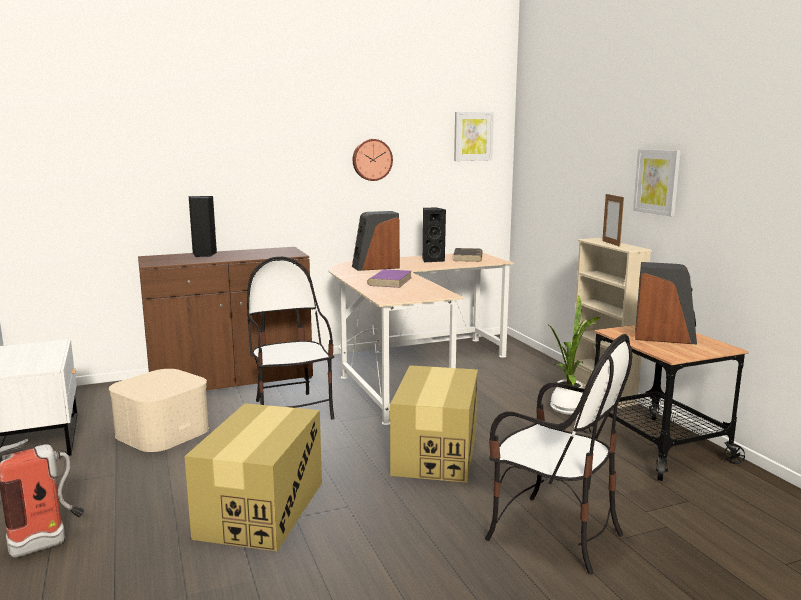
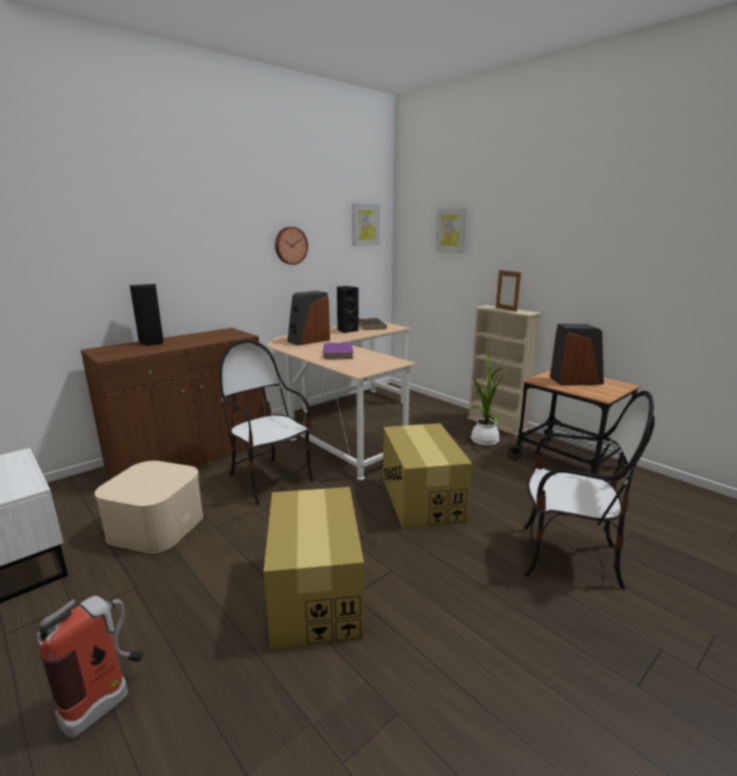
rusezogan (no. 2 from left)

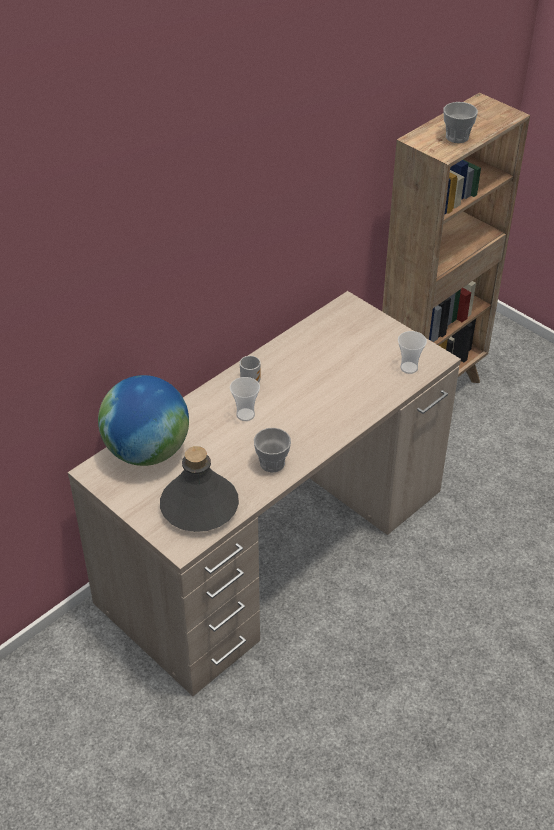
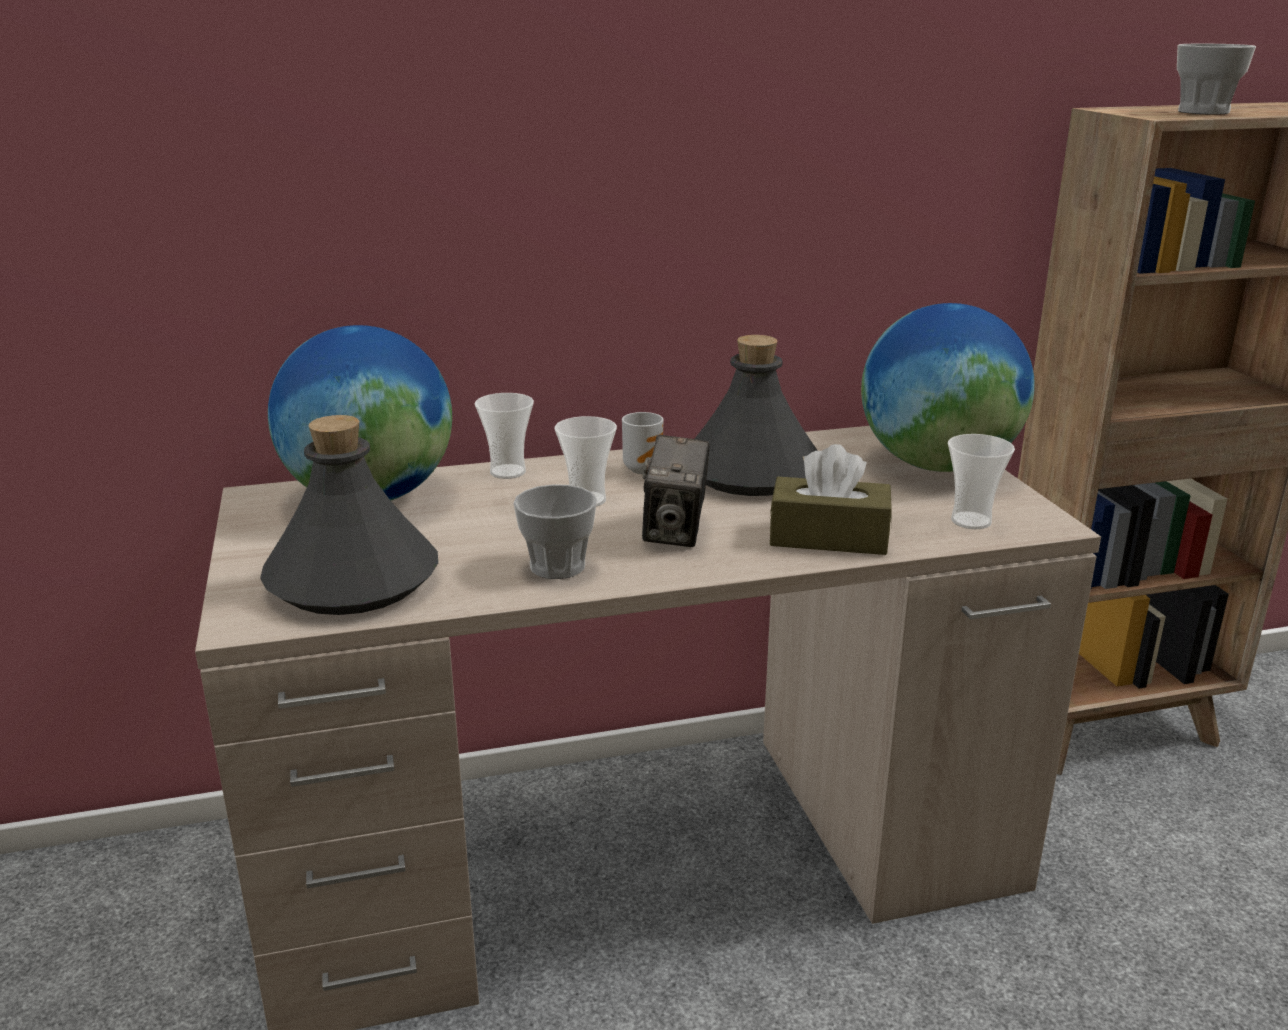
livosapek (no. 1 from left); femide; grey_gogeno (no. 2 from left); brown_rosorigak; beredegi (no. 2 from left)

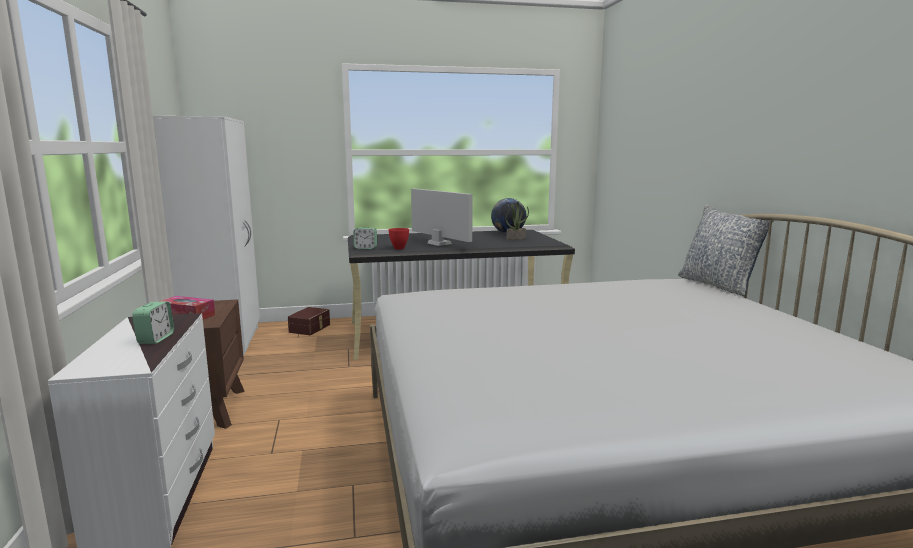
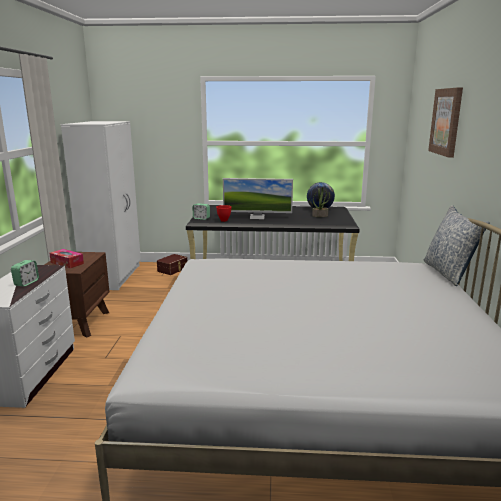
rusezogan; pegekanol

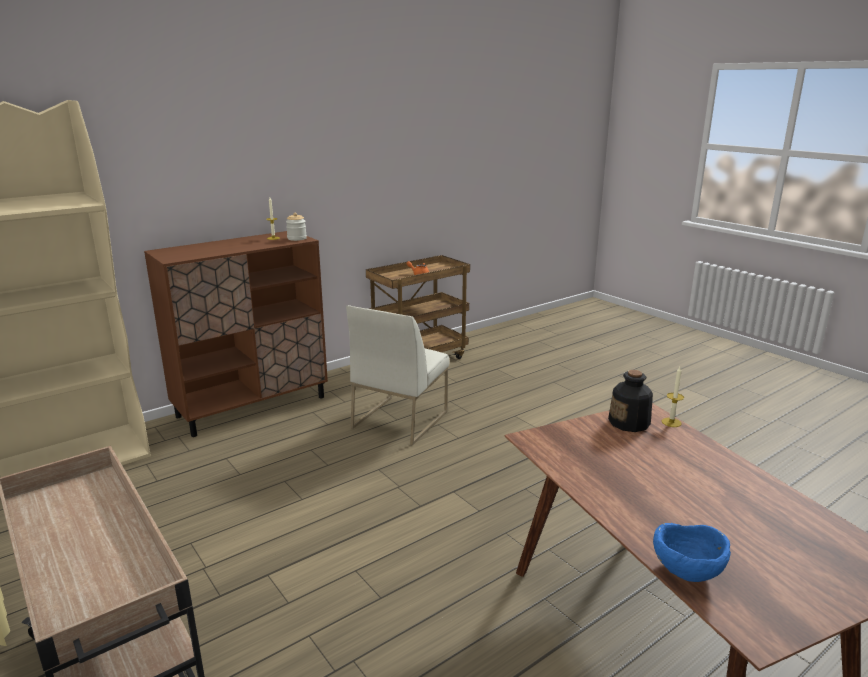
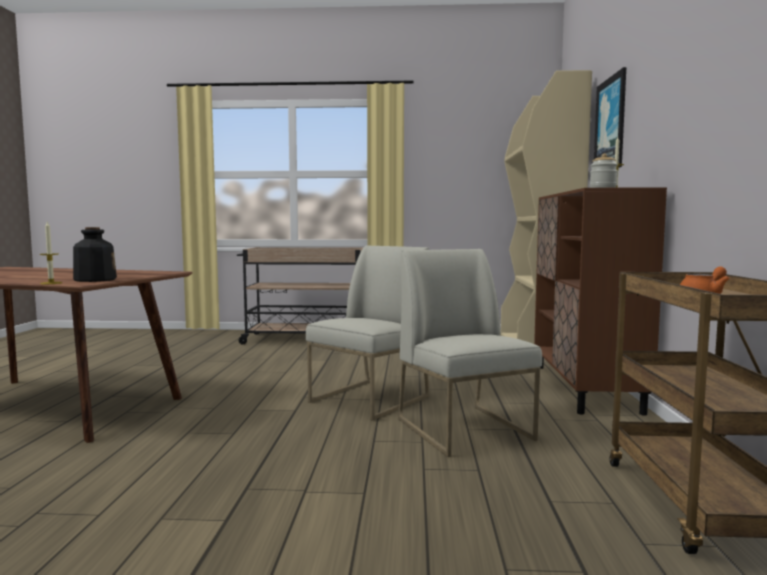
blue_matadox; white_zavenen (no. 1 from left); rusezogan

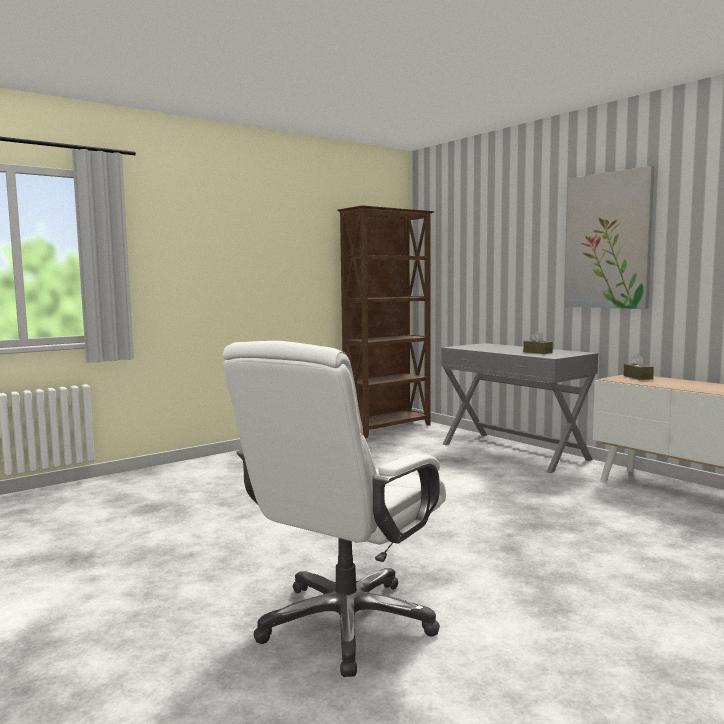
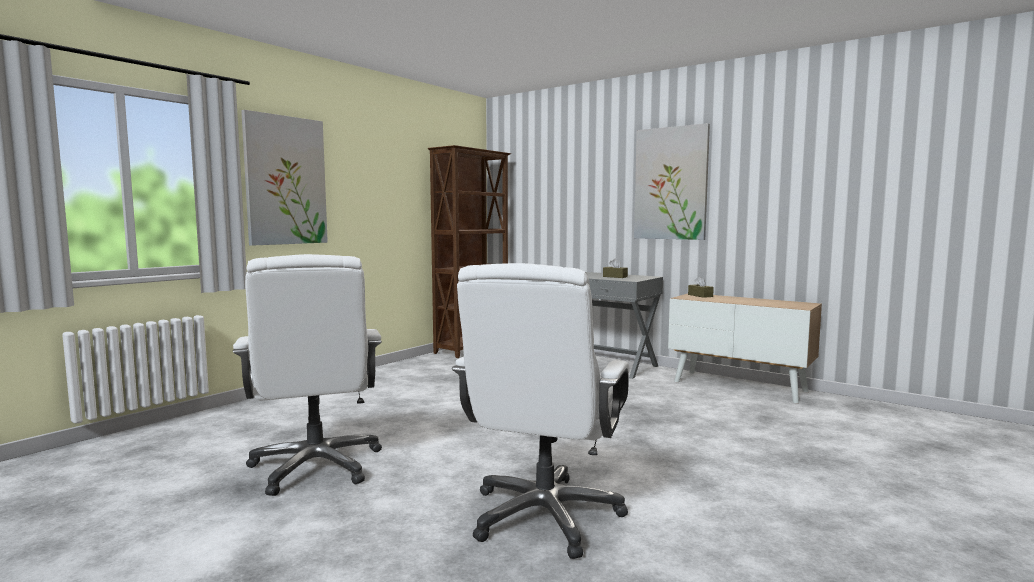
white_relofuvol (no. 1 from left); rusezogan (no. 1 from left)

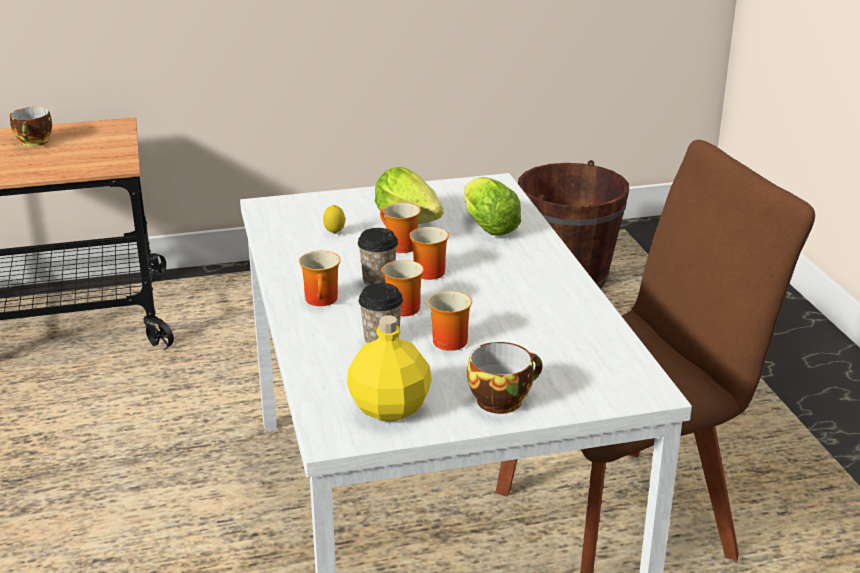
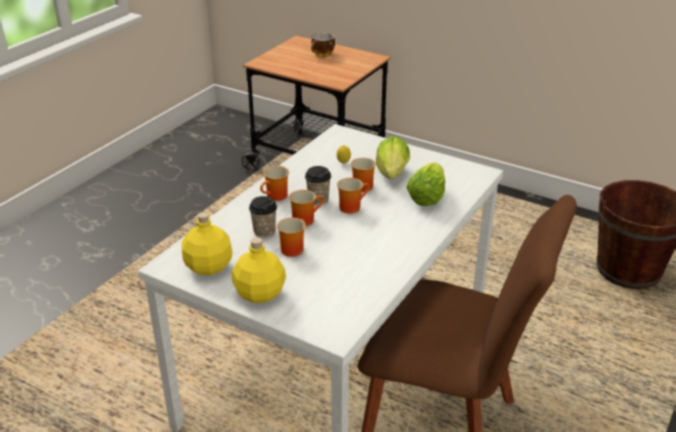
yellow_gogeno (no. 2 from left)

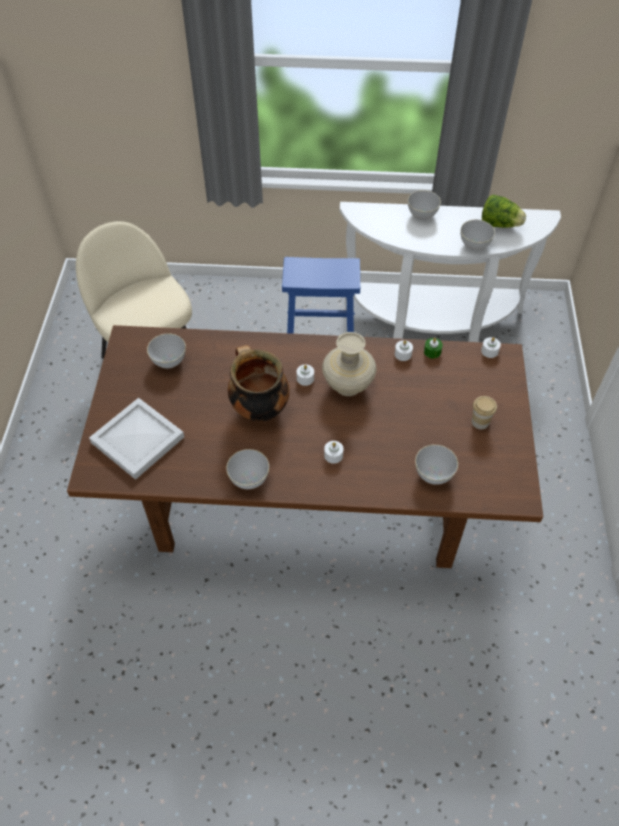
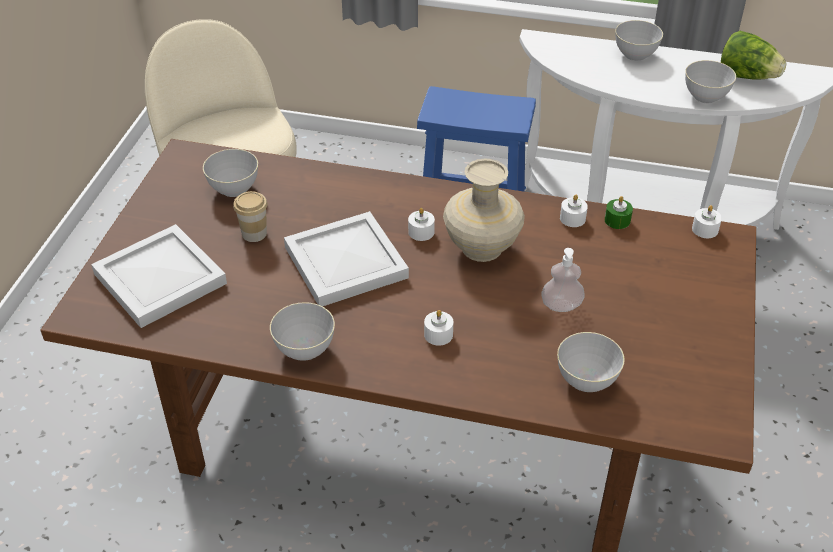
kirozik; livosapek; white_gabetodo (no. 2 from left)

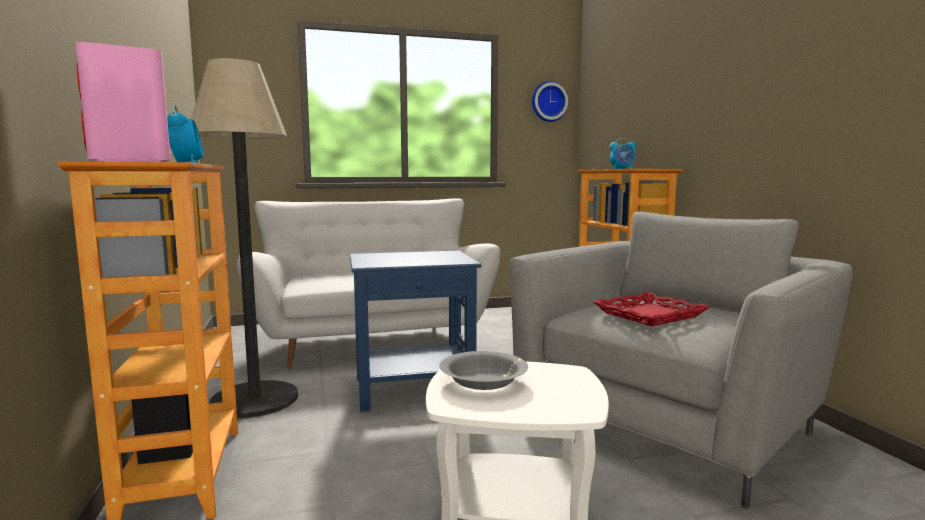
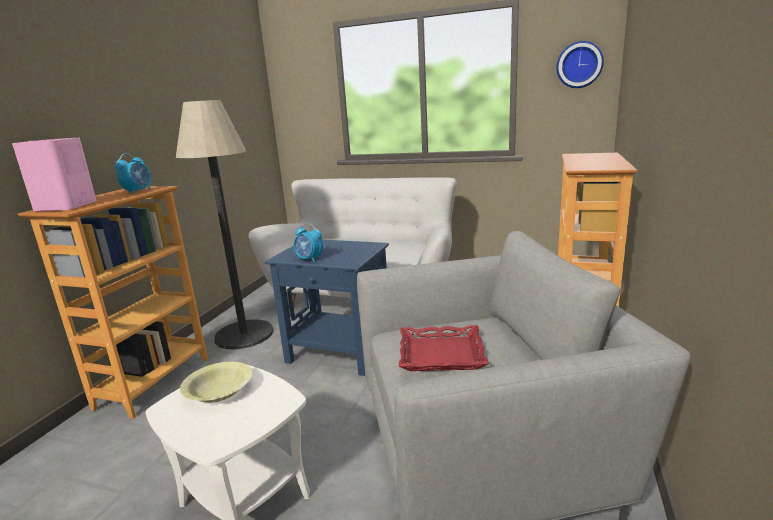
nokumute (no. 2 from left); yellow_matadox

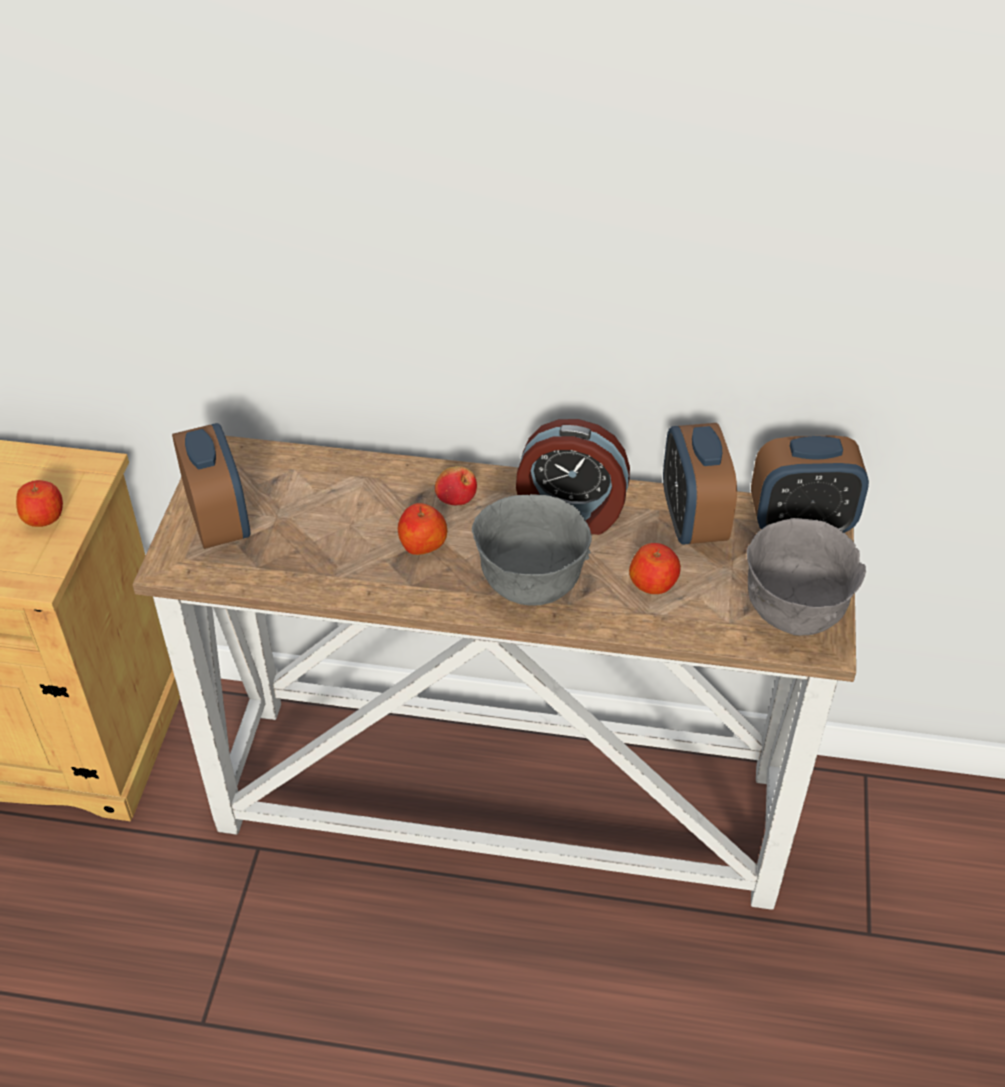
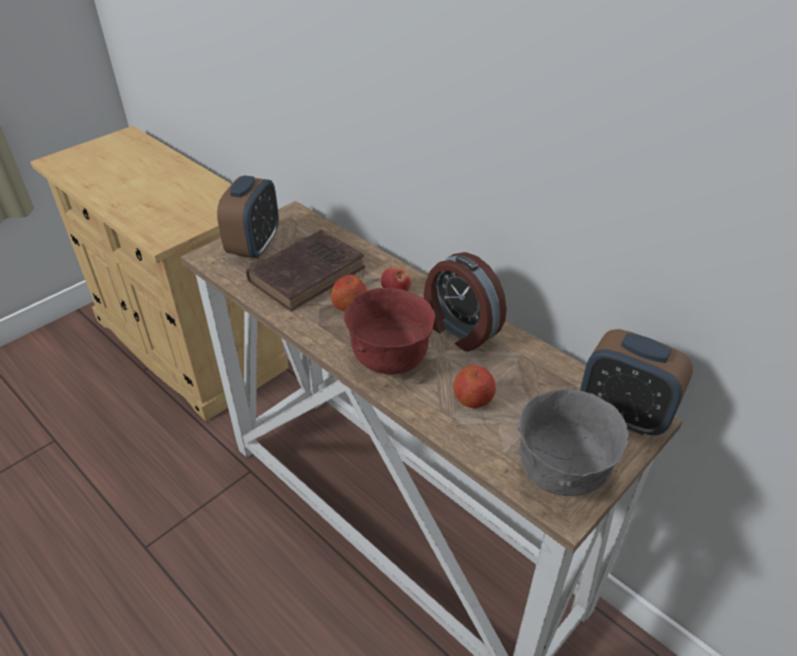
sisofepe (no. 1 from left in the first image); nokumute (no. 3 from left in the first image); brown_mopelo; red_matadox

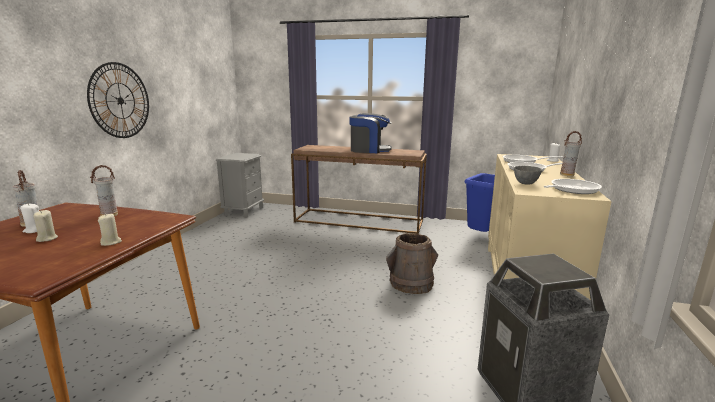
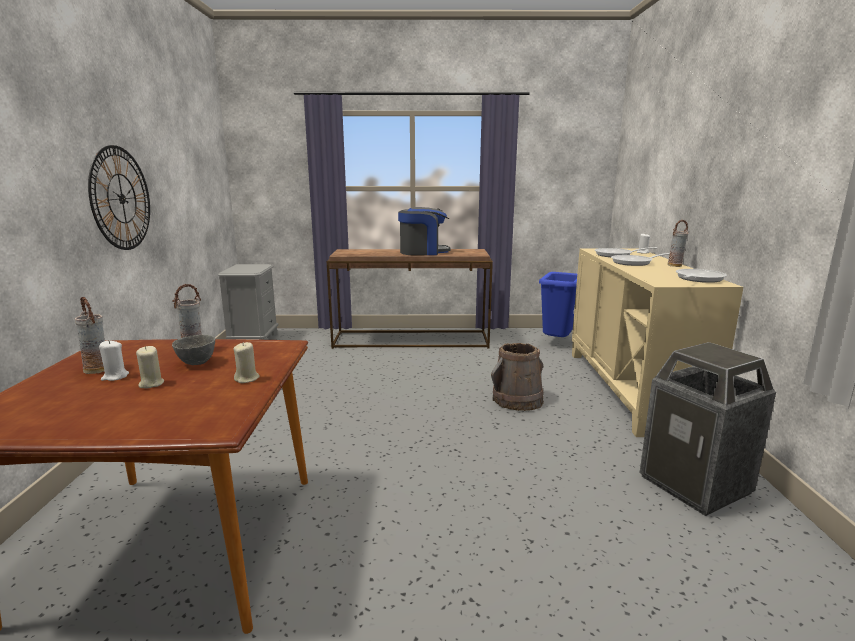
grey_matadox

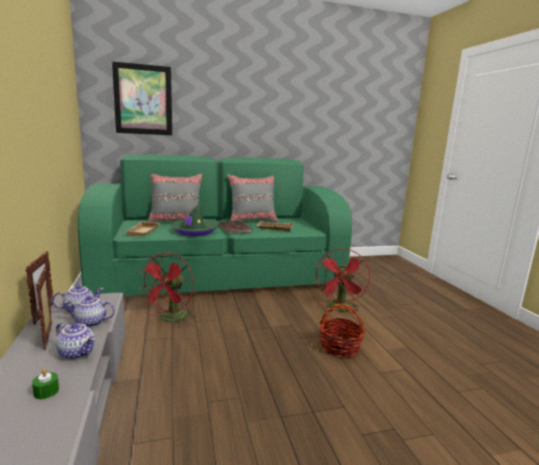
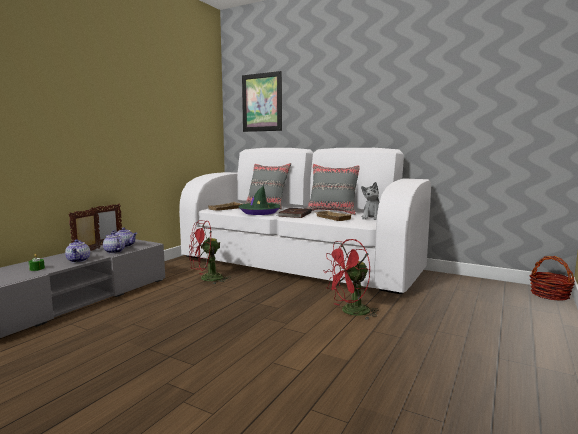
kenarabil; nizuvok; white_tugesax

